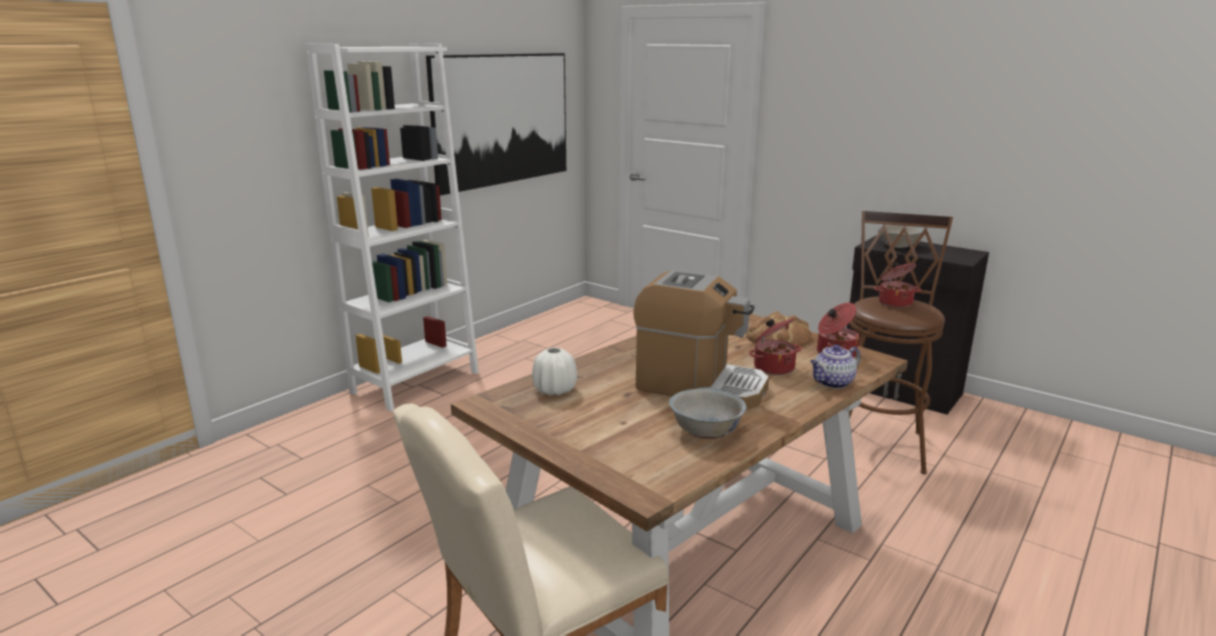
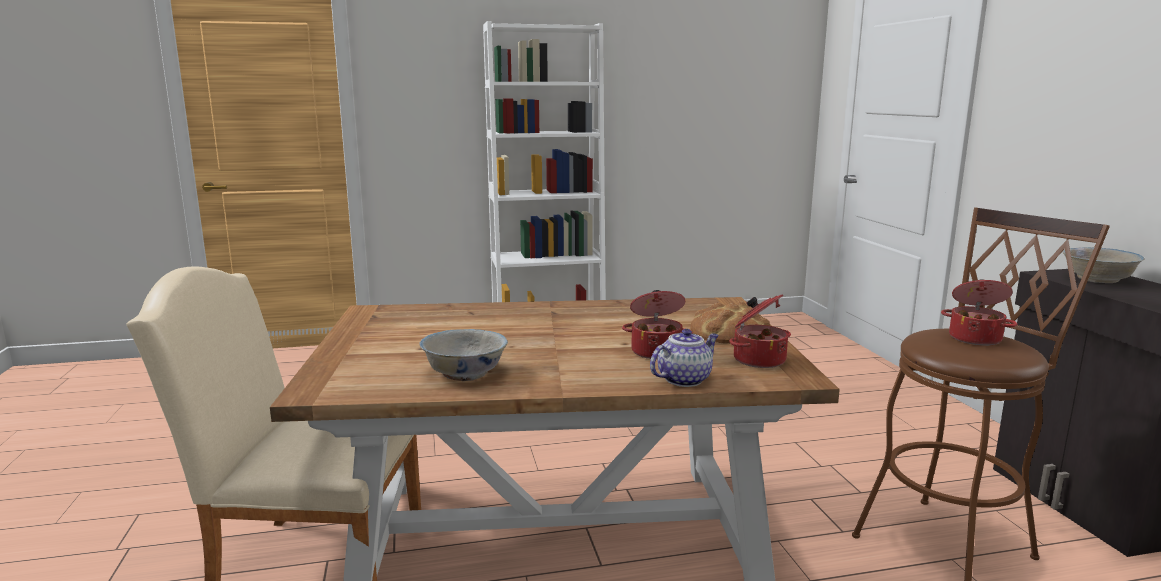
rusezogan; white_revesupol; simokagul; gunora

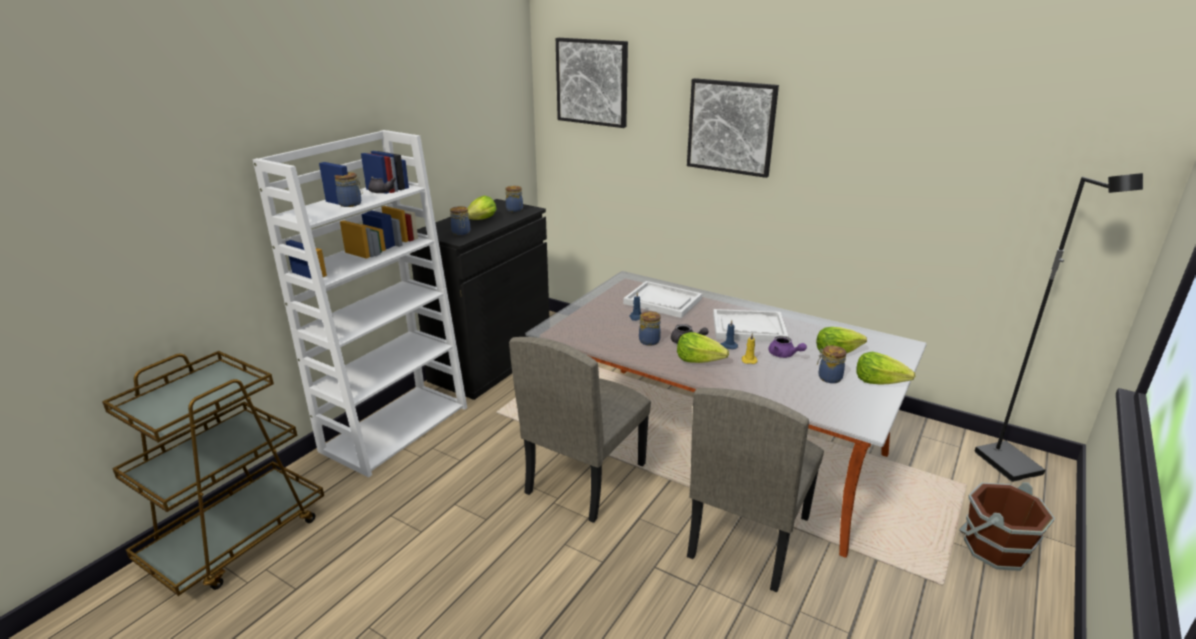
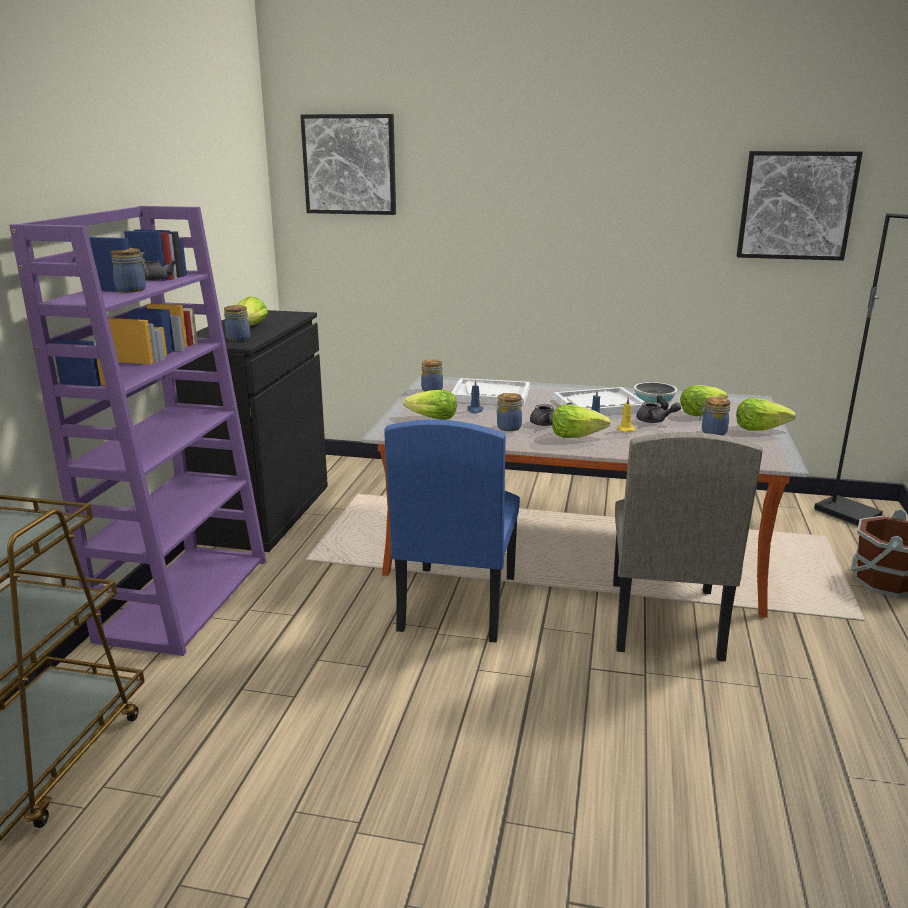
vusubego (no. 2 from left); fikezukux; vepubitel (no. 3 from left); rusezogan (no. 2 from left); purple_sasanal; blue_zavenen; grey_gunora (no. 3 from left)

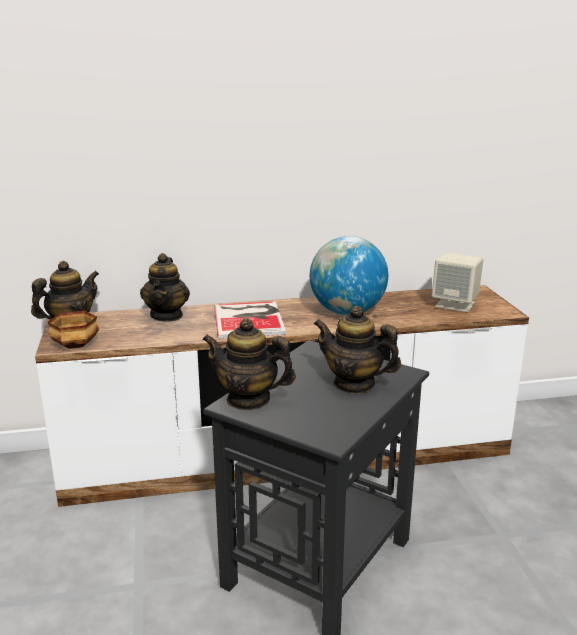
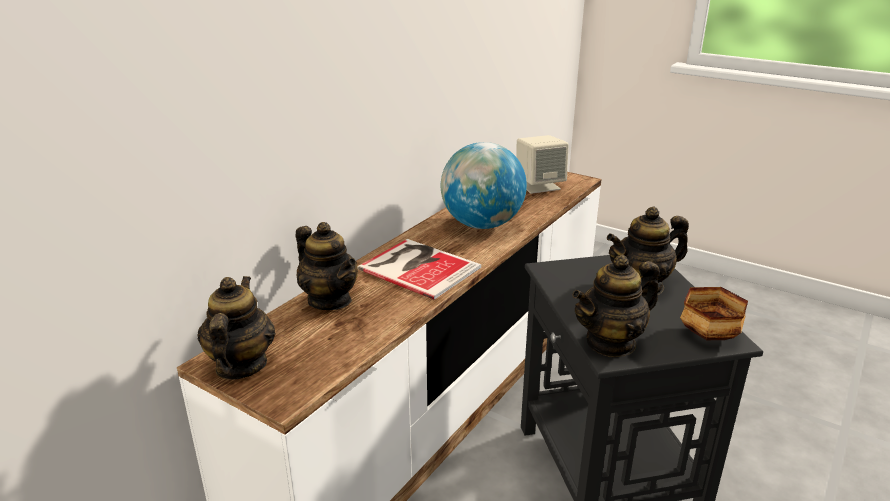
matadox

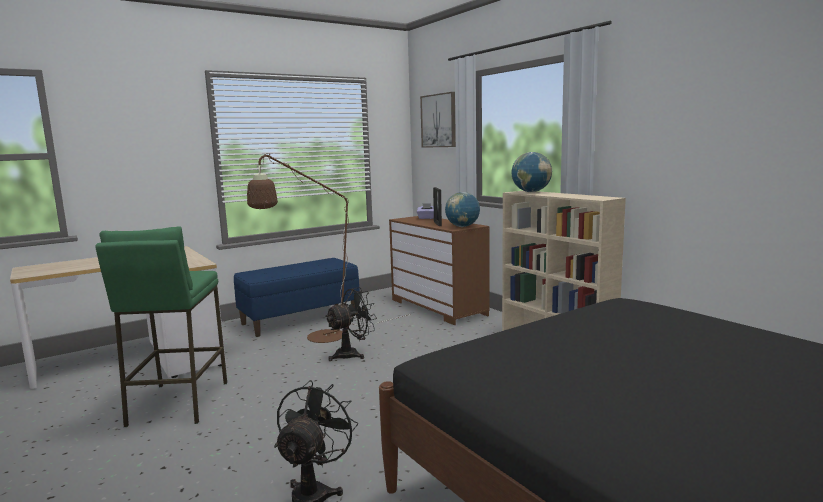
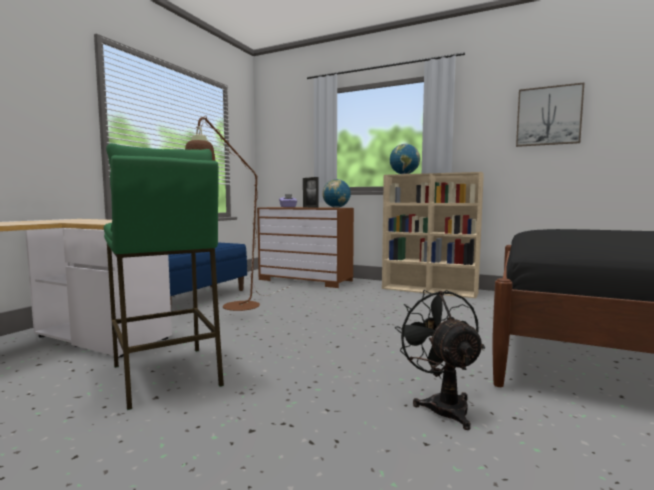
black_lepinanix (no. 2 from left in the first image); rusezogan

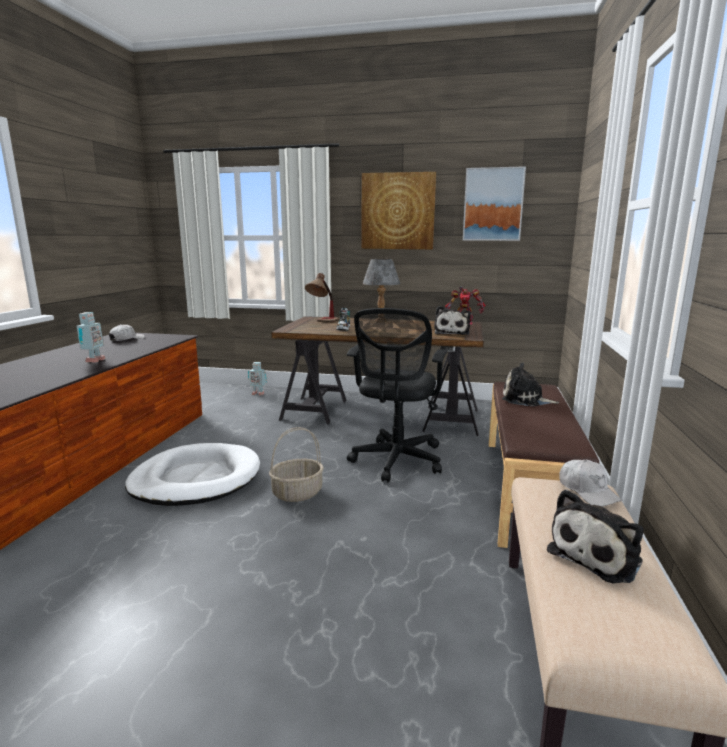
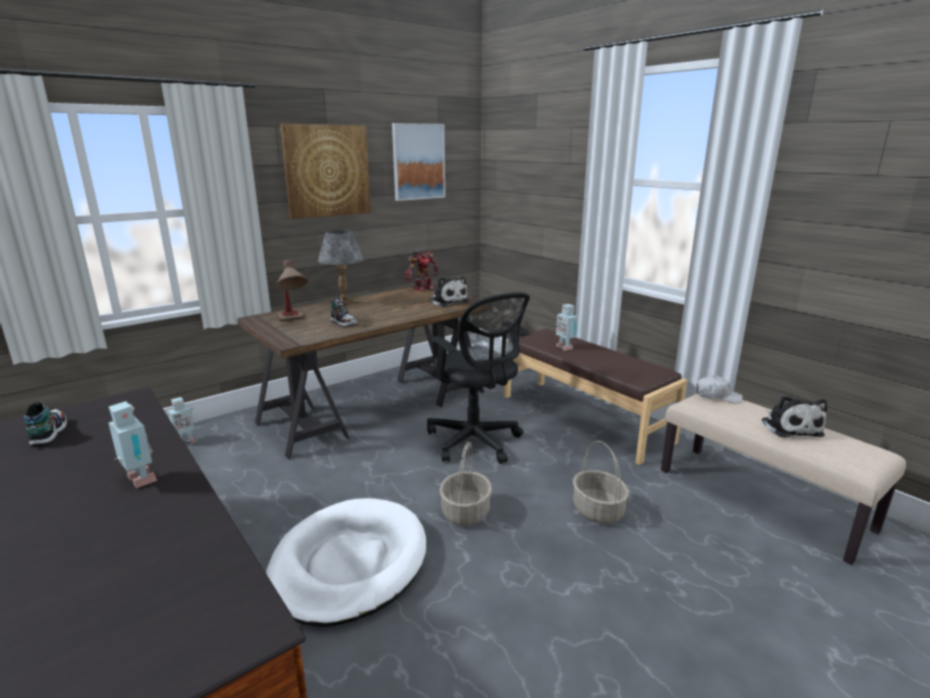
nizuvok (no. 2 from left); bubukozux (no. 1 from left); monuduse (no. 4 from left)

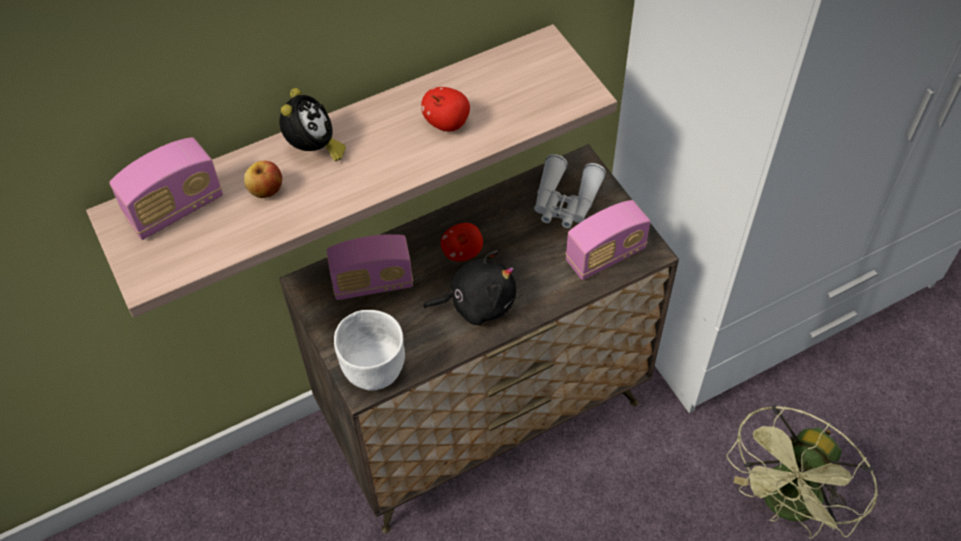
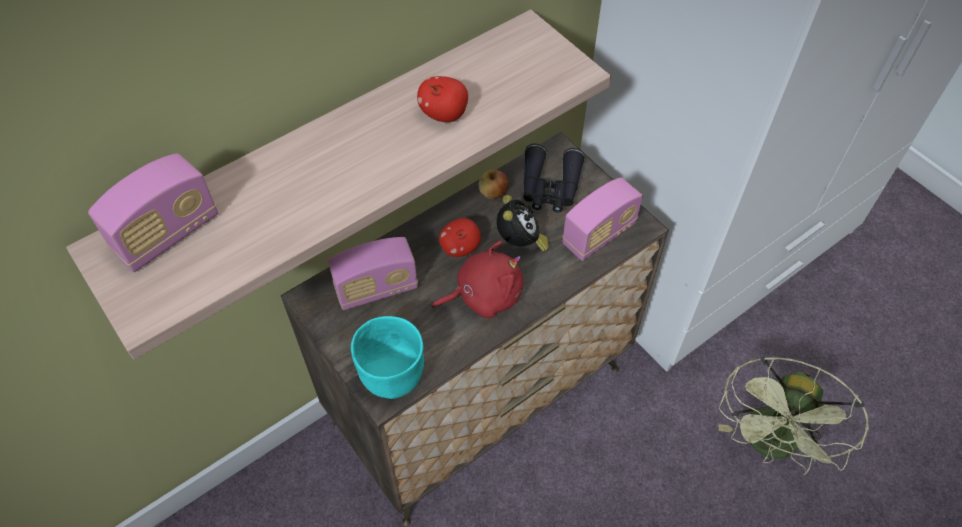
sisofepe (no. 3 from left); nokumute; turquoise_matadox; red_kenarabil; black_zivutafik

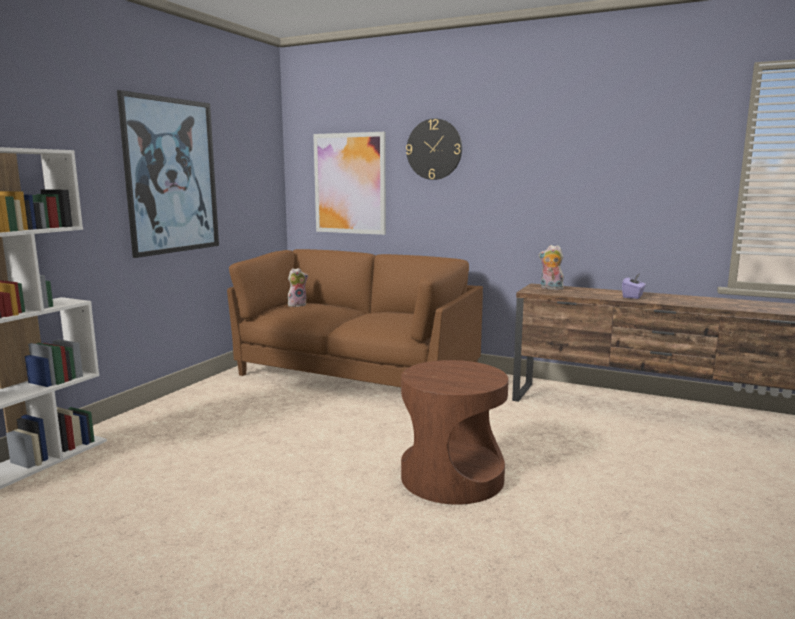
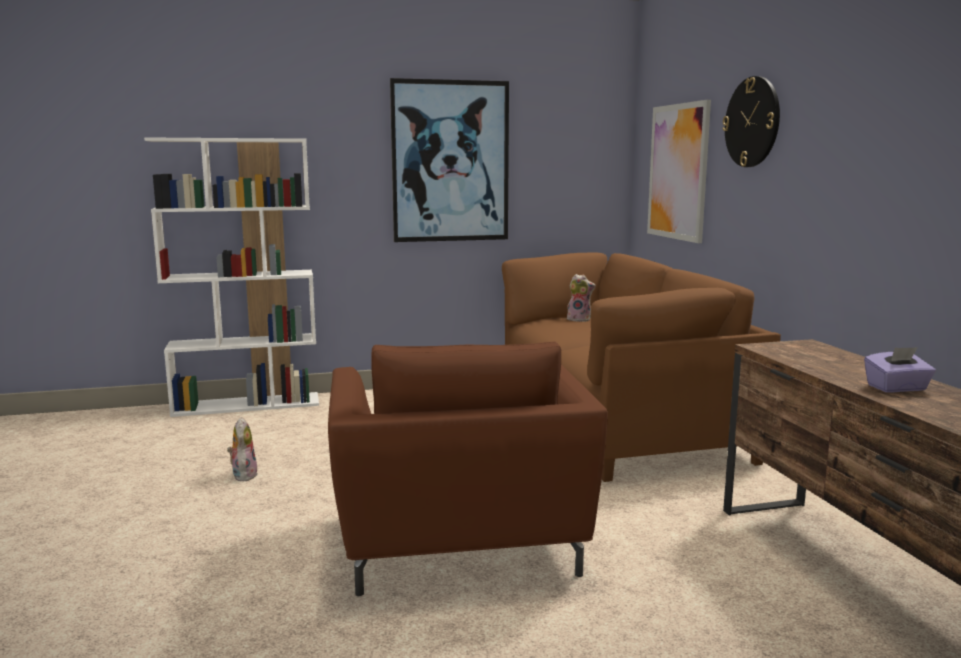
kenarabil (no. 1 from left); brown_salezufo

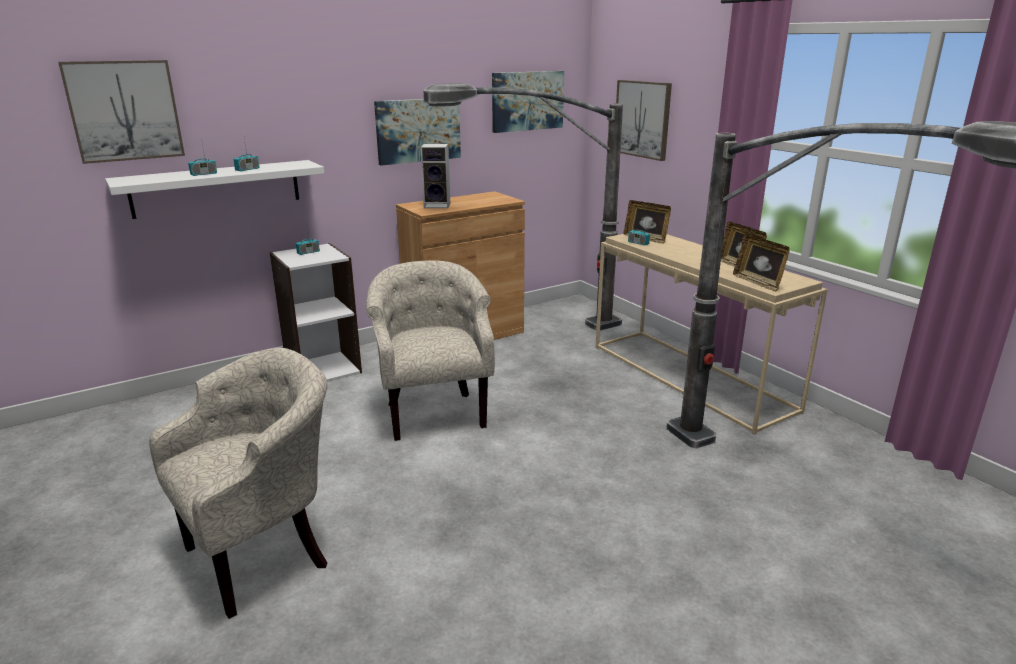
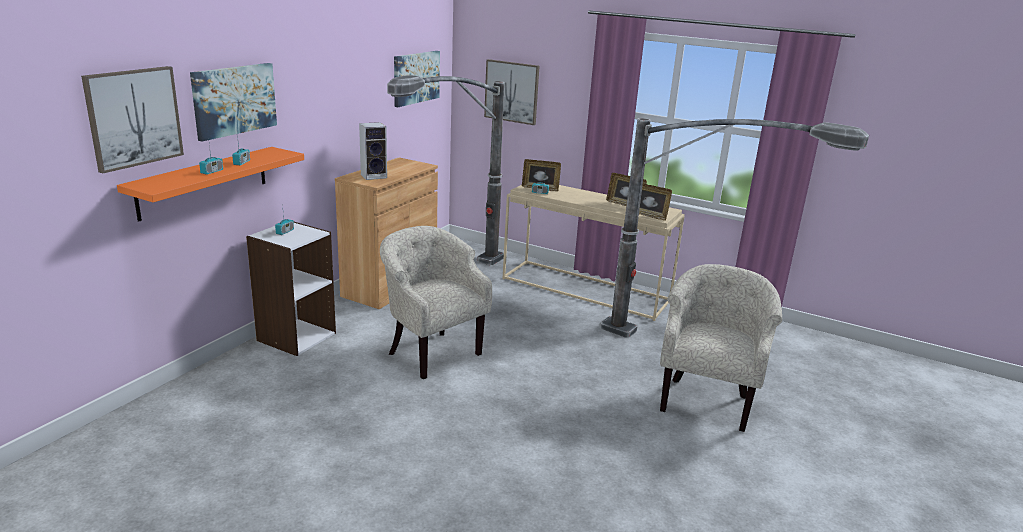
beige_salezufo (no. 2 from left); rusezogan (no. 2 from left); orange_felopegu

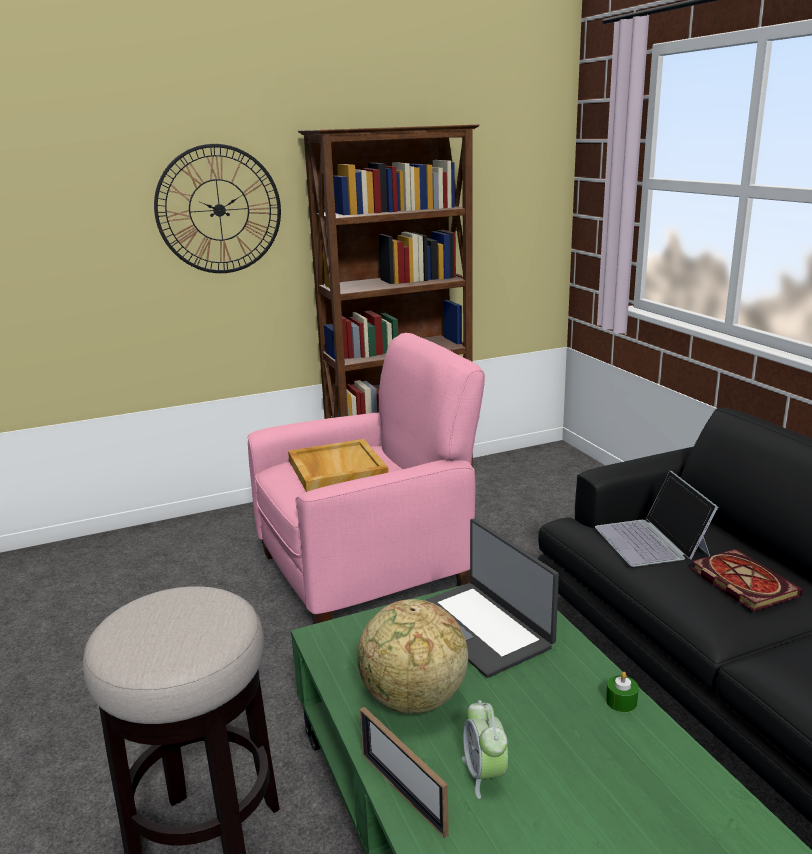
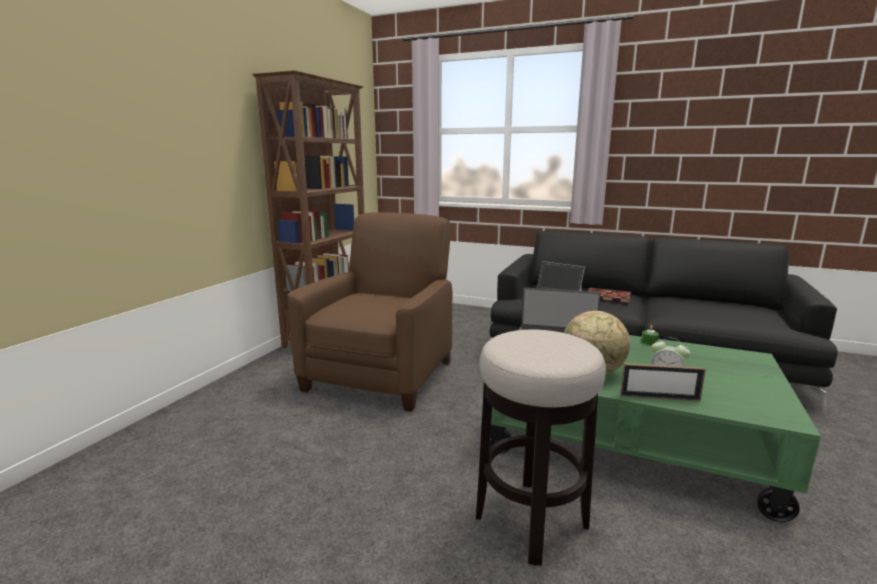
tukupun; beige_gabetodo; brown_salezufo

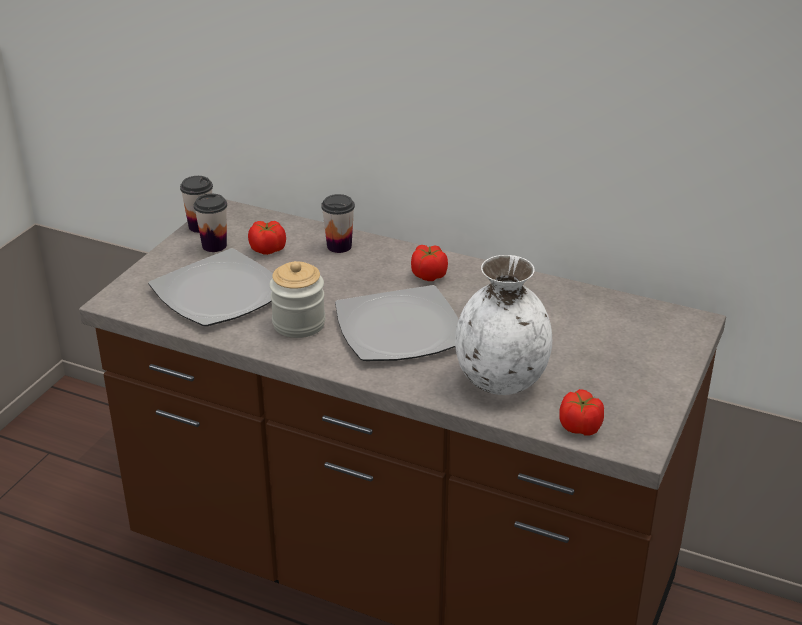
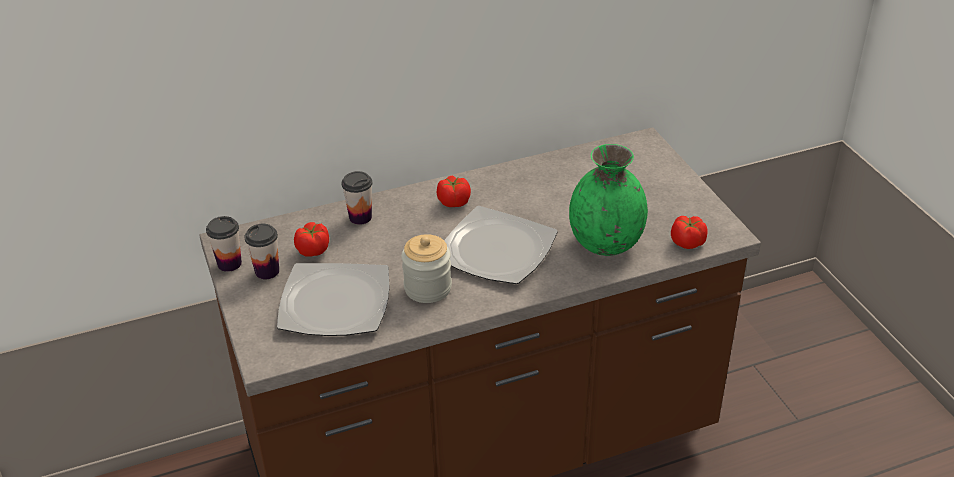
green_revesupol

